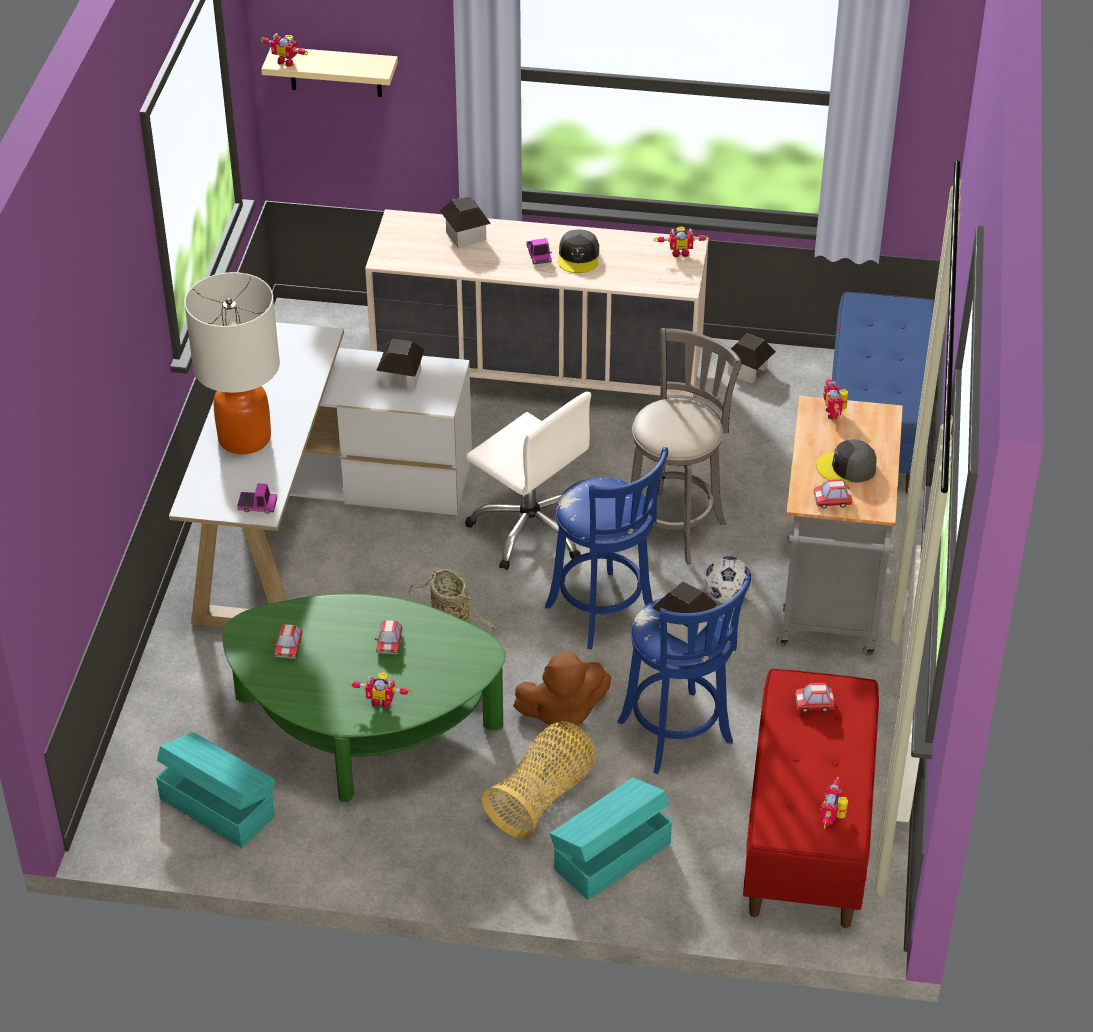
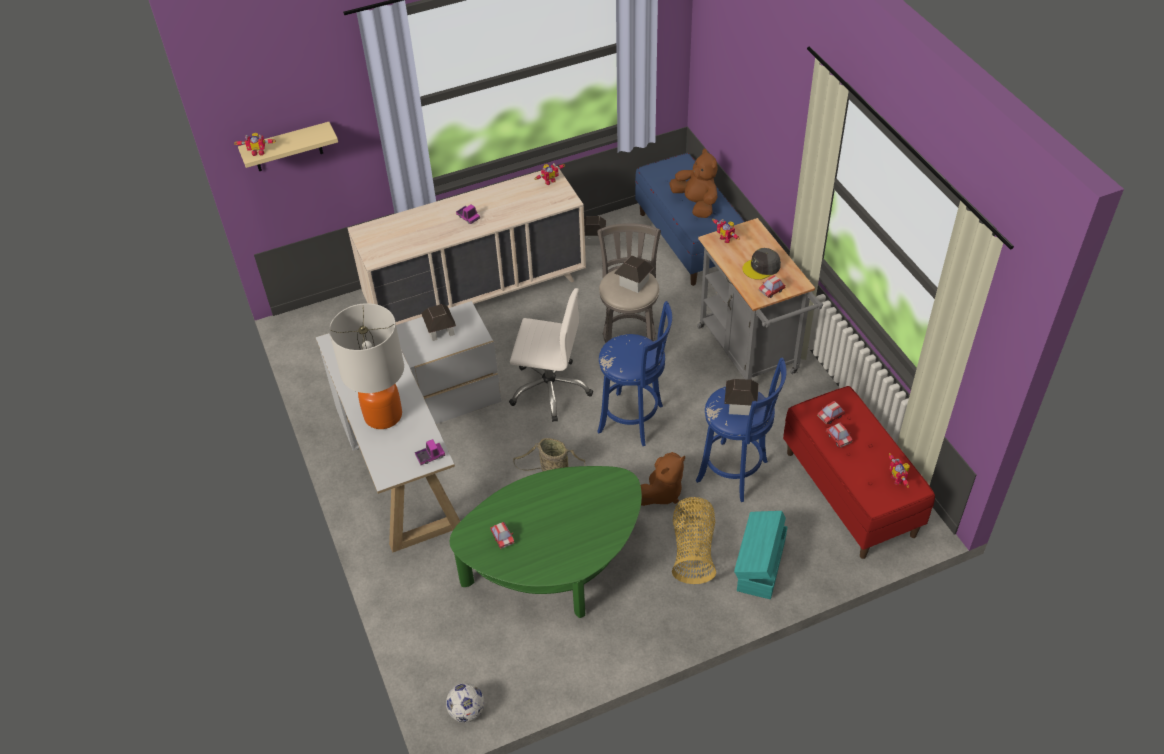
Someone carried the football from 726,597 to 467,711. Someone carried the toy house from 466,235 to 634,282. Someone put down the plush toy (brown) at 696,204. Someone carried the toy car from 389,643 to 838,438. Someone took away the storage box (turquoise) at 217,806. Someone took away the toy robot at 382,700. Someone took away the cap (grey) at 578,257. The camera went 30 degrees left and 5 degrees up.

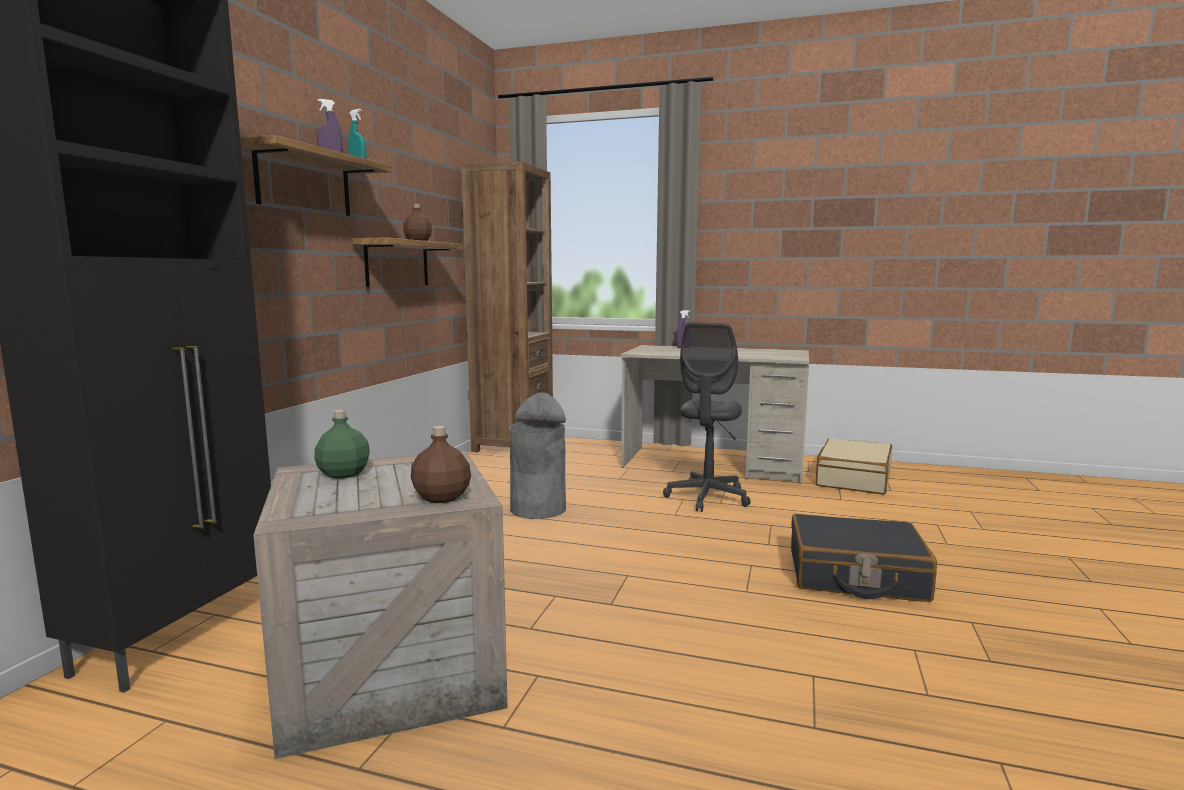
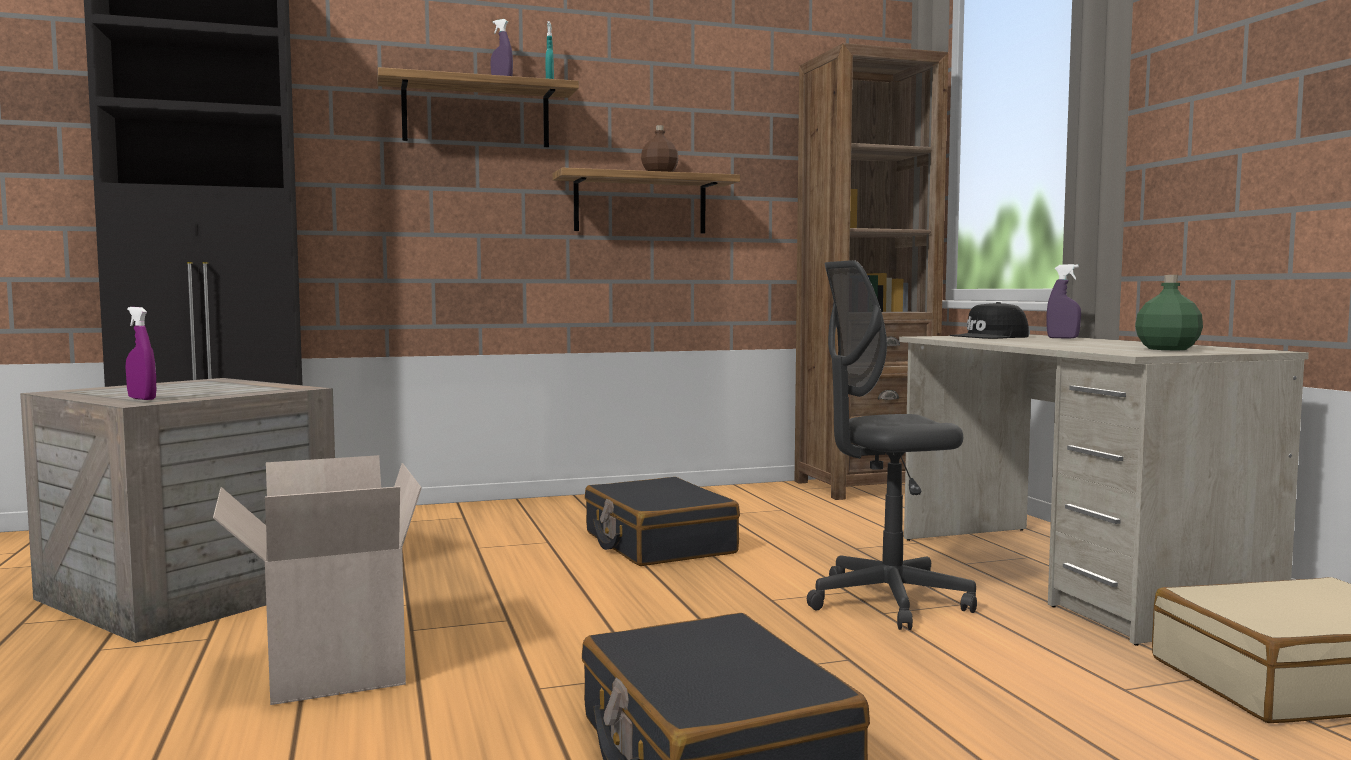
Someone swapped the bottle (brown) at 441,497 for the spray bottle (purple) at 142,399. Someone put down the cardboard box at 328,667. Someone swapped the trash can (grey) at 538,509 for the suitcase (black) at 658,543. Someone put down the cap (black) at 990,337. Someone carried the bottle (green) from 343,474 to 1166,349. The camera went 55 degrees right and 5 degrees down.

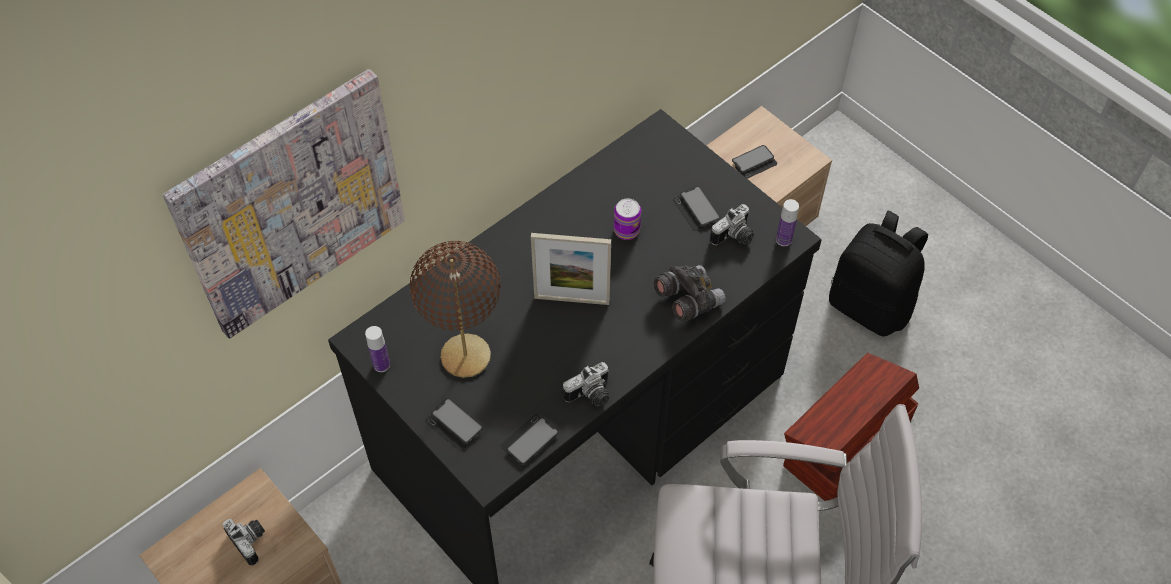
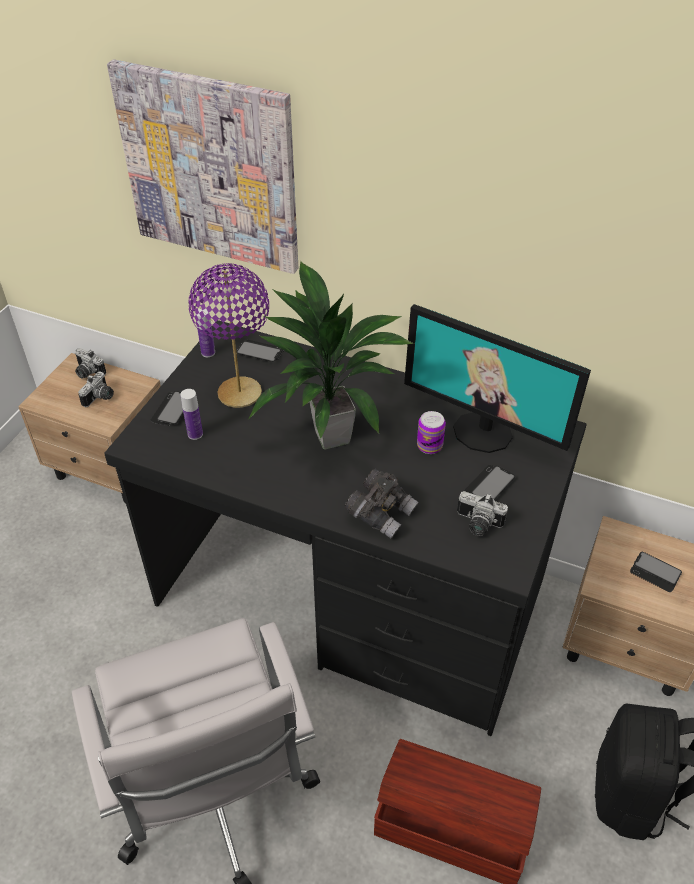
Someone carried the photo camera from 590,396 to 87,372. Someone carried the bottle from 783,240 to 195,434. Someone repainted the table lamp (brown) at 466,356, which became the table lamp (purple) at 240,394. Someone carried the phone from 529,440 to 260,352. Someone swapped the picture frame at 571,299 for the potted plant at 332,435. Someone put down the monitor at 483,431. The camera went 65 degrees right and 10 degrees down.

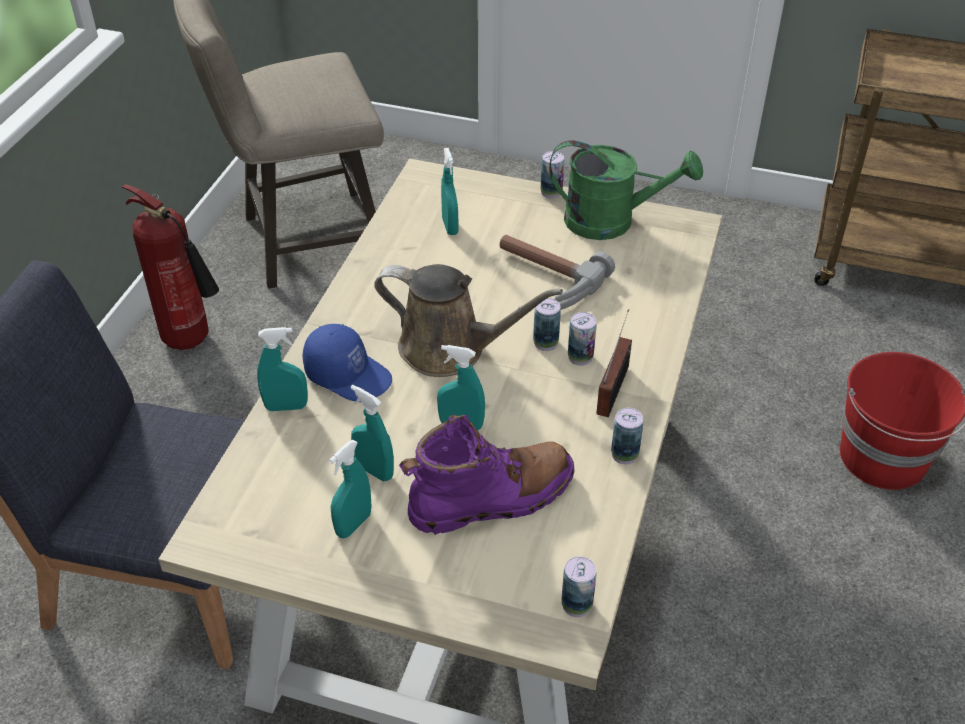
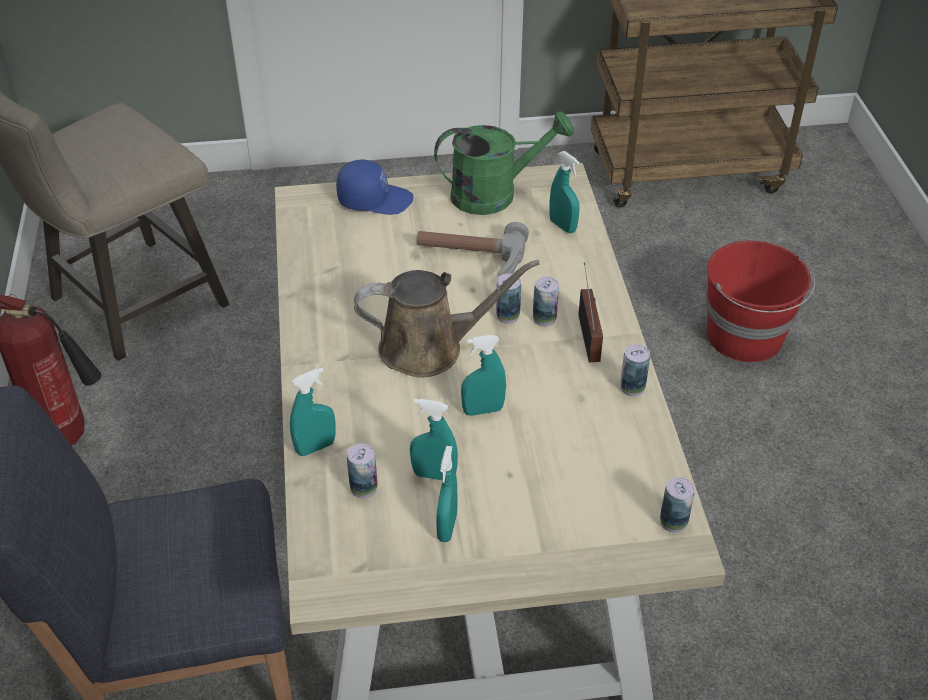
Someone carried the cap (blue) from 349,374 to 375,199. Someone carried the can from 551,192 to 363,488. Someone carried the spray bottle (turquoise) from 450,226 to 562,226. Someone took away the boot (purple) at 492,499. The camera went 25 degrees left and 0 degrees up.

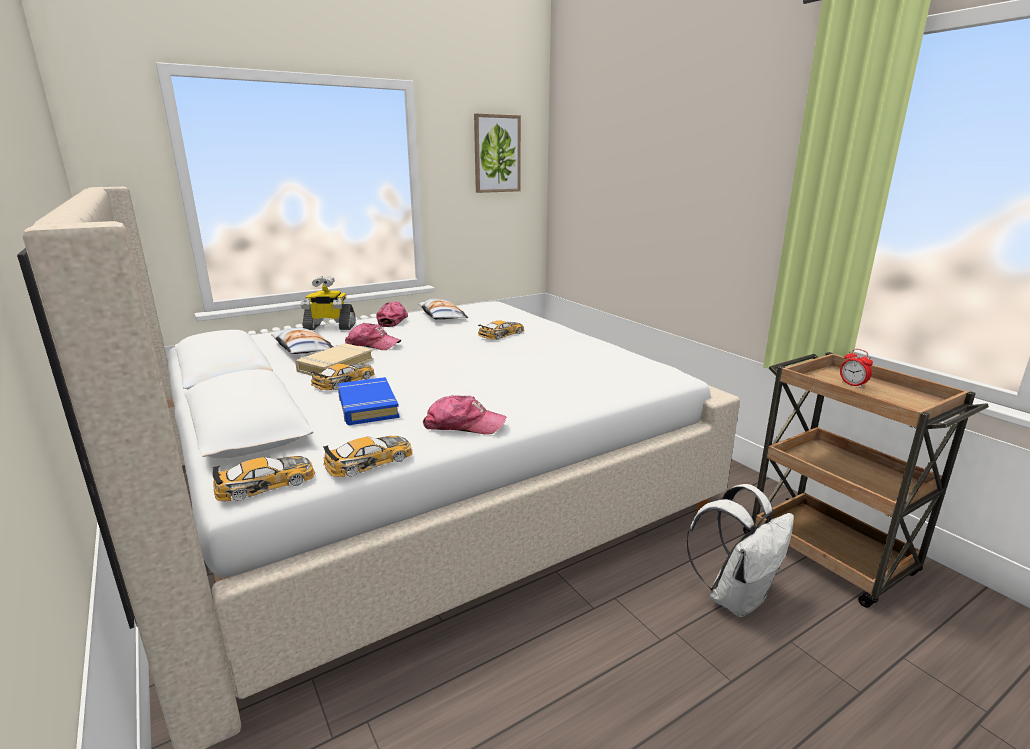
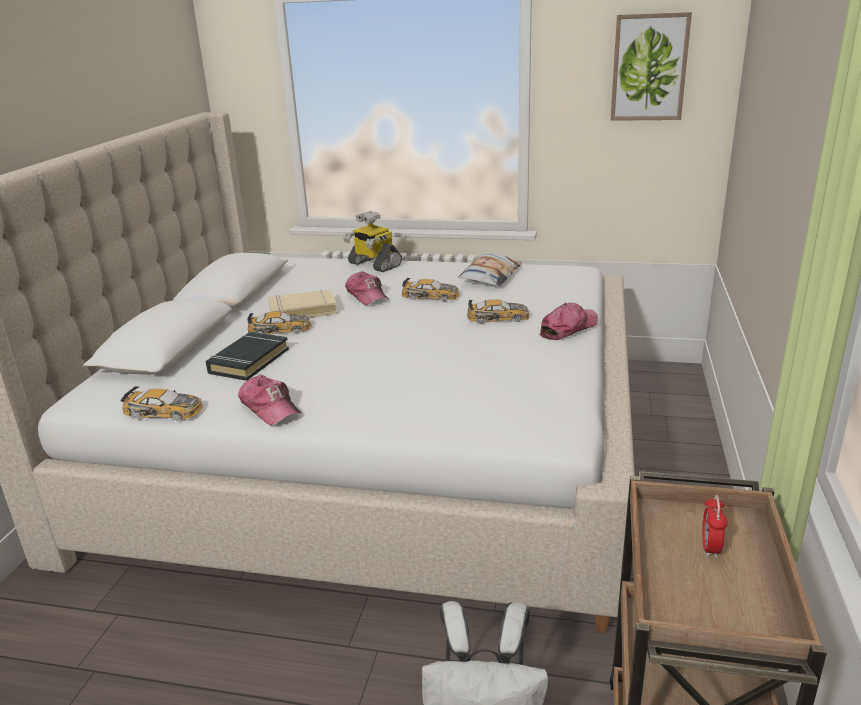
Someone repainted the book (blue) at 367,406, which became the book (black) at 248,361. Someone carried the toy car from 266,484 to 431,296. Someone carried the cap from 393,320 to 568,328. Someone took away the pillow at 302,348. The camera went 45 degrees right and 5 degrees up.

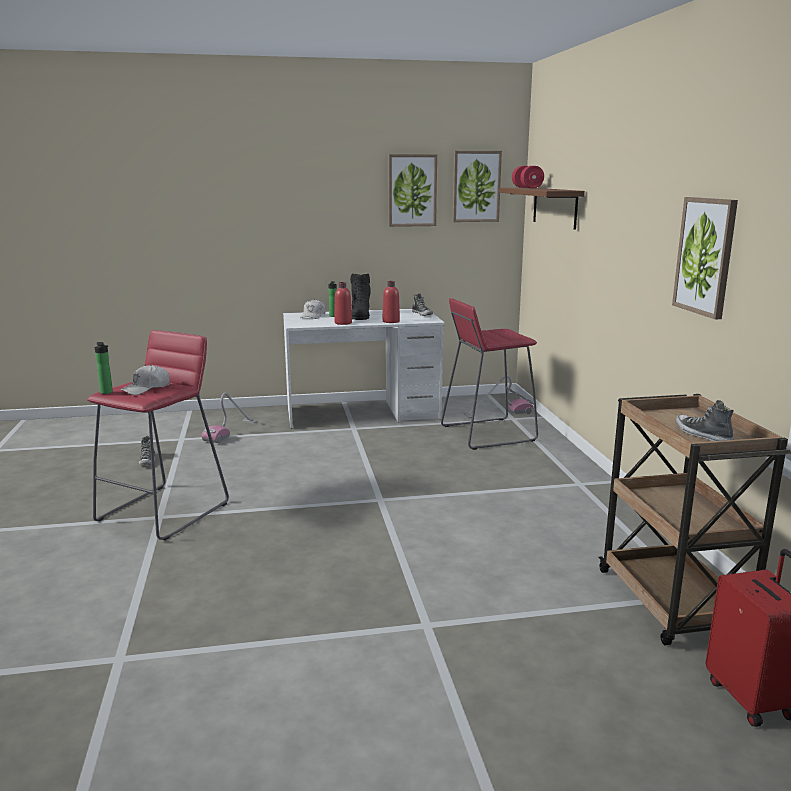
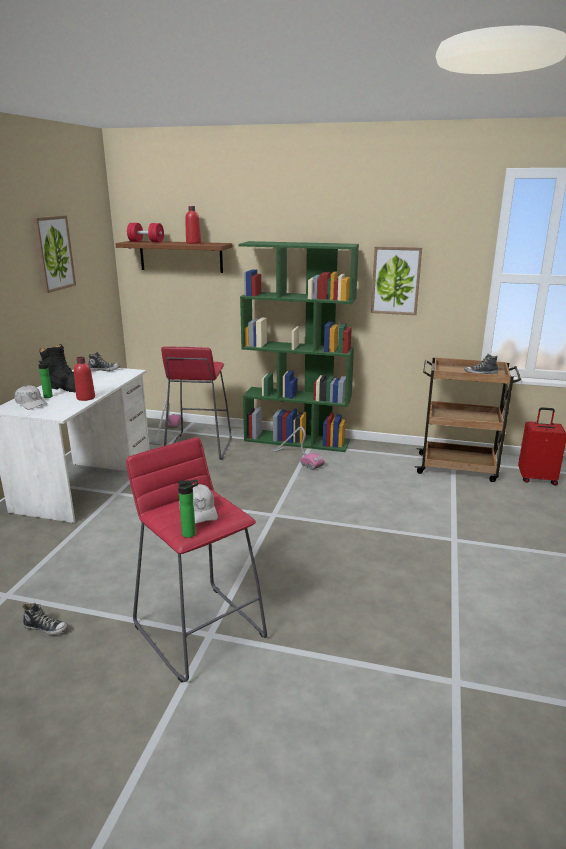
Someone carried the bottle (red) from 391,321 to 193,243. Someone put down the bookcase (green) at 297,440. Someone carried the vacuum cleaner from 231,431 to 296,458. Someone took away the picture at 476,186. The camera went 65 degrees left and 5 degrees up.

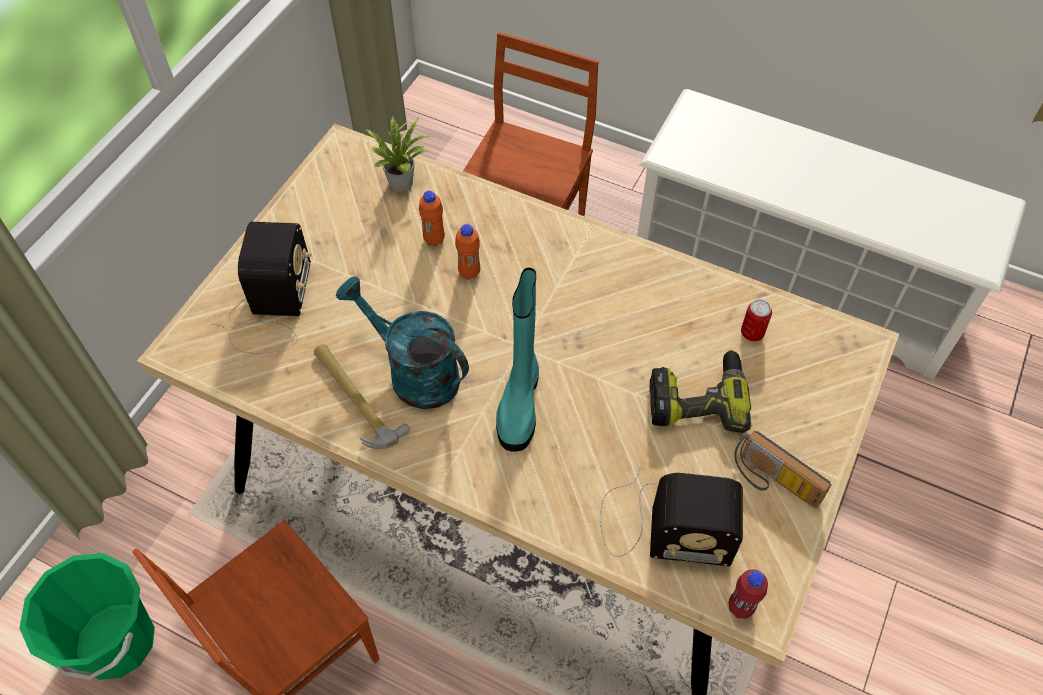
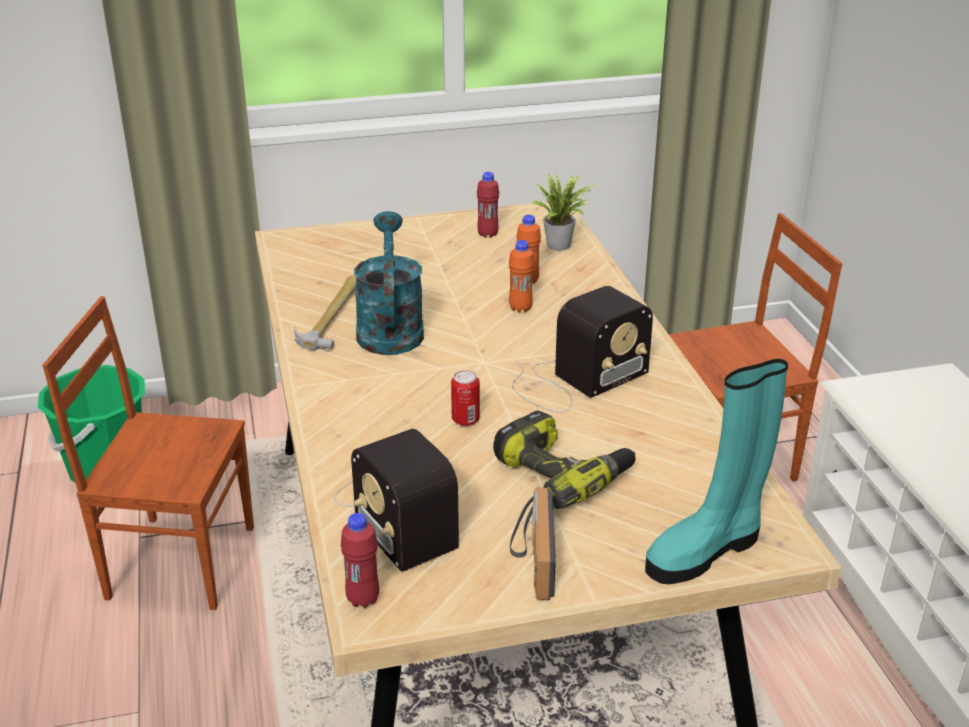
Someone carried the can from 752,333 to 465,420. Someone put down the bottle (red) at 487,234. Someone carried the radio from 271,308 to 575,380. Someone carried the boot (turquoise) from 520,403 to 706,551. The camera went 50 degrees right and 25 degrees down.

